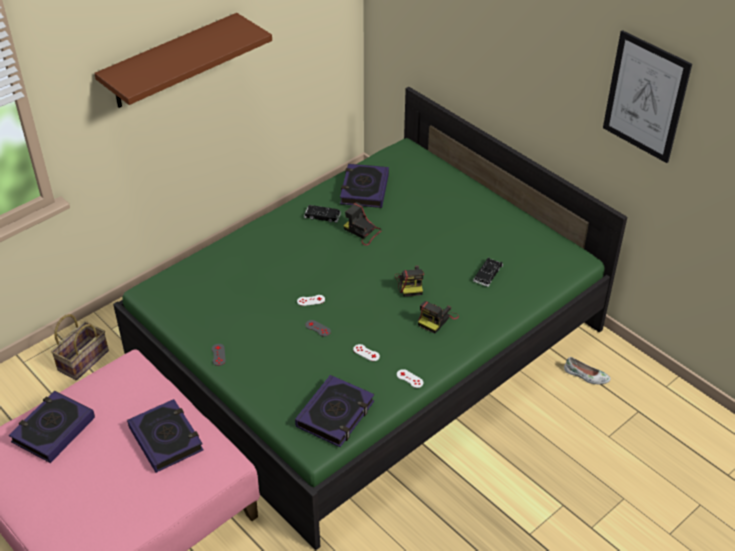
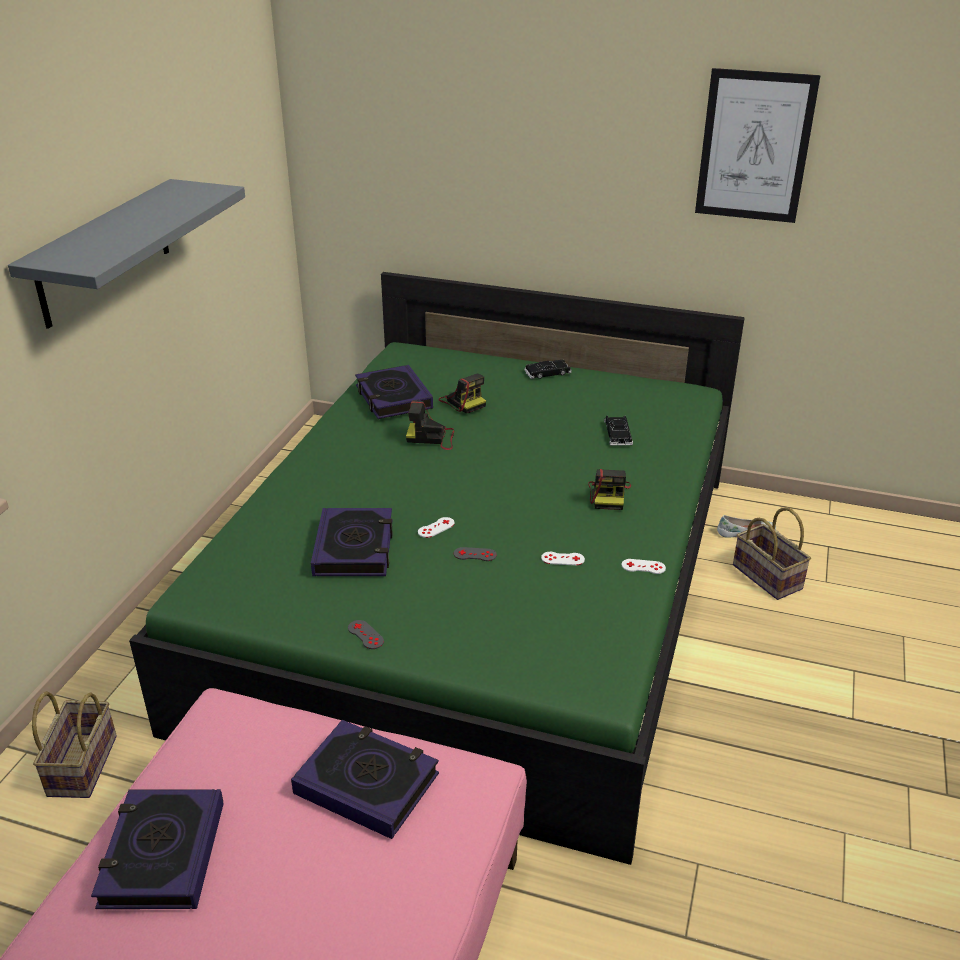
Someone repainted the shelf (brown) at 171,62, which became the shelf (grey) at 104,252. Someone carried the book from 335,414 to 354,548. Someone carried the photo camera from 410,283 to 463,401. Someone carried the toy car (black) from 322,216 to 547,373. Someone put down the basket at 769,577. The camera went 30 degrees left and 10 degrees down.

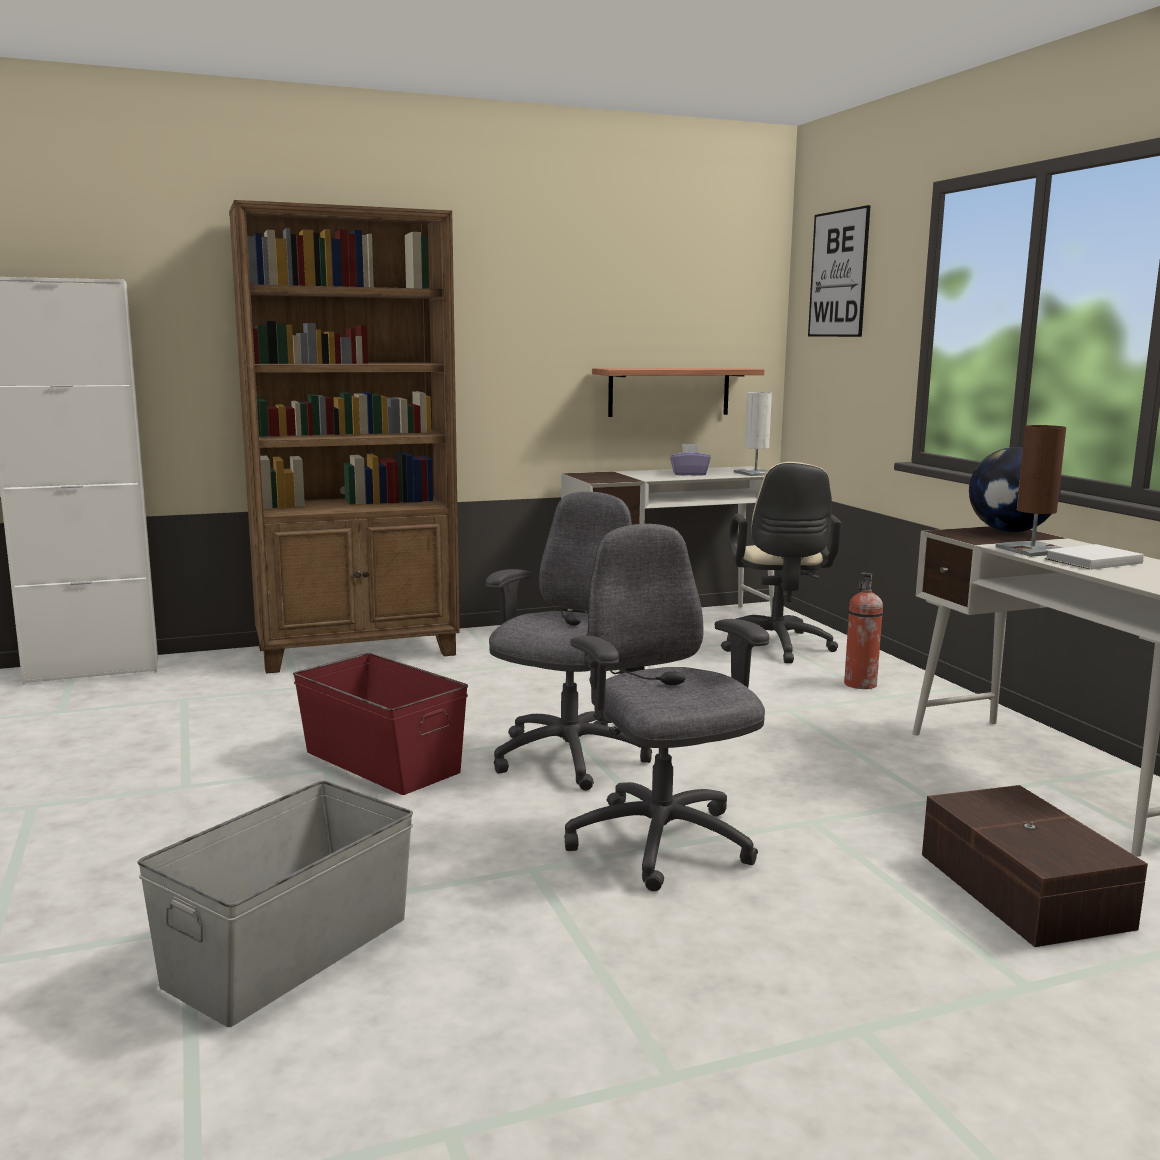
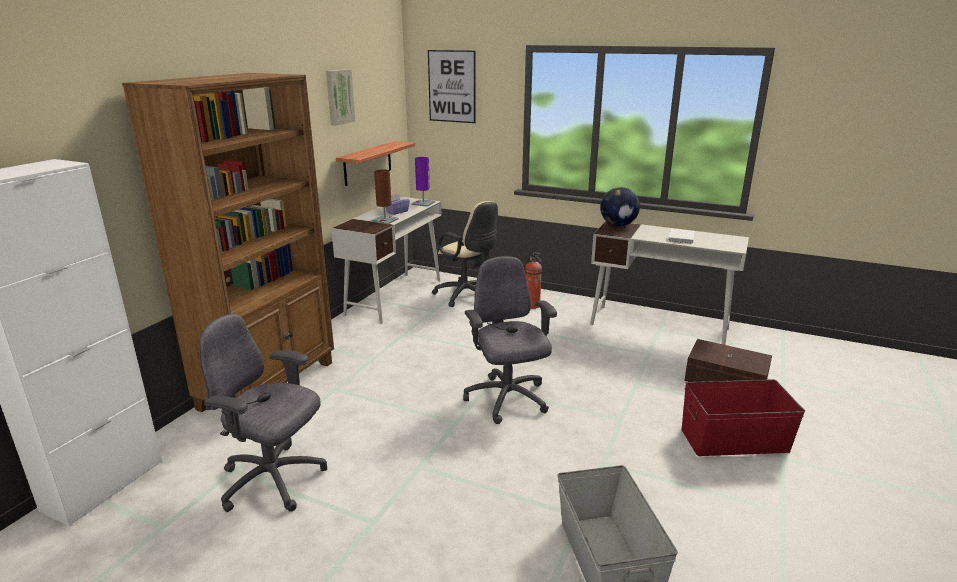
Someone carried the office chair (grey) from 661,844 to 273,481. Someone put up the picture at 339,97. Someone carried the table lamp (brown) from 1032,550 to 385,220. Someone repainted the table lamp (white) at 755,473, which became the table lamp (purple) at 423,203. Someone carried the storage box (red) from 381,762 to 735,441. The camera went 45 degrees left and 10 degrees up.

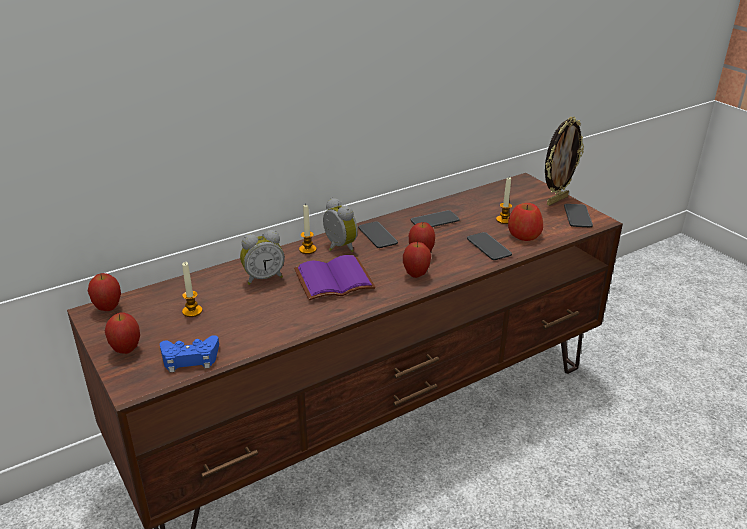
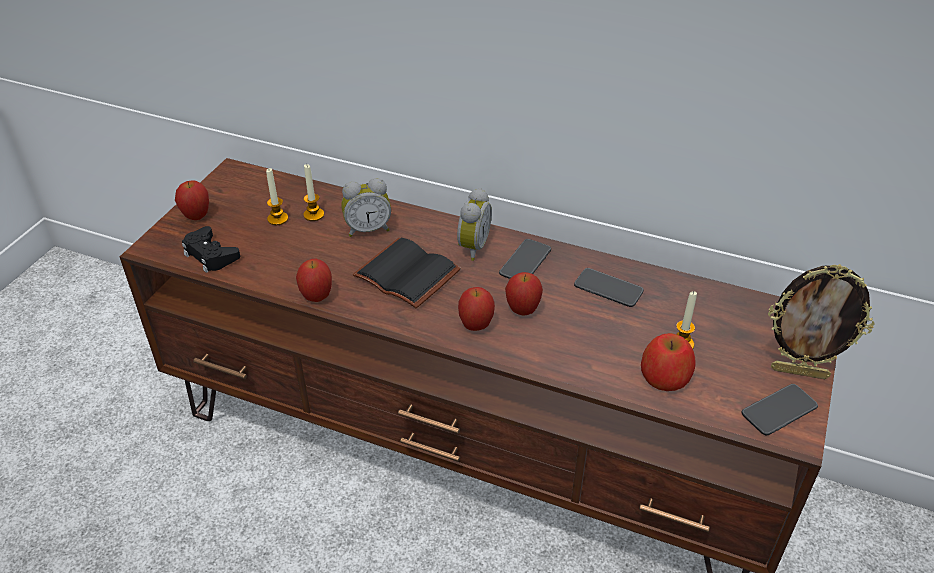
Someone repainted the game controller (blue) at 190,358, which became the game controller (black) at 210,255. Someone carried the apple from 108,308 to 317,297. Someone carried the candle from 307,249 to 313,215. Someone rotated the alarm clock at 263,278 by 45 degrees counterclockwise. Someone repainted the book (purple) at 334,279, which became the book (black) at 409,273. Someone took away the phone at 488,247. The camera went 55 degrees right and 10 degrees up.

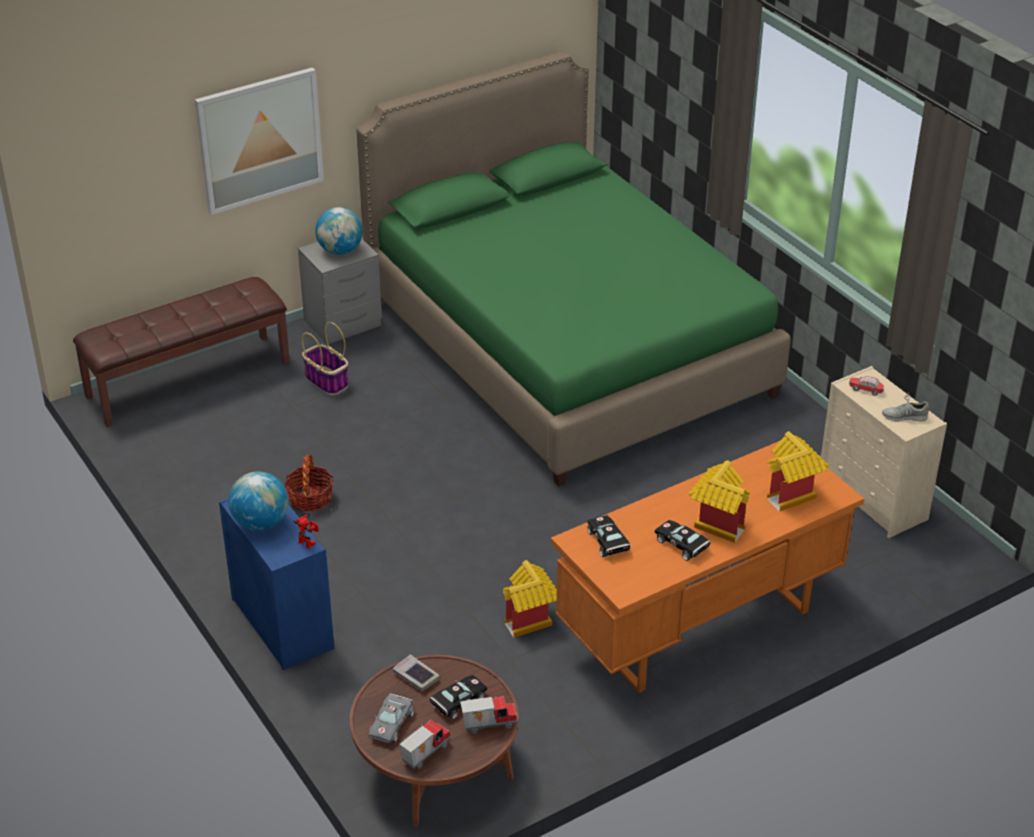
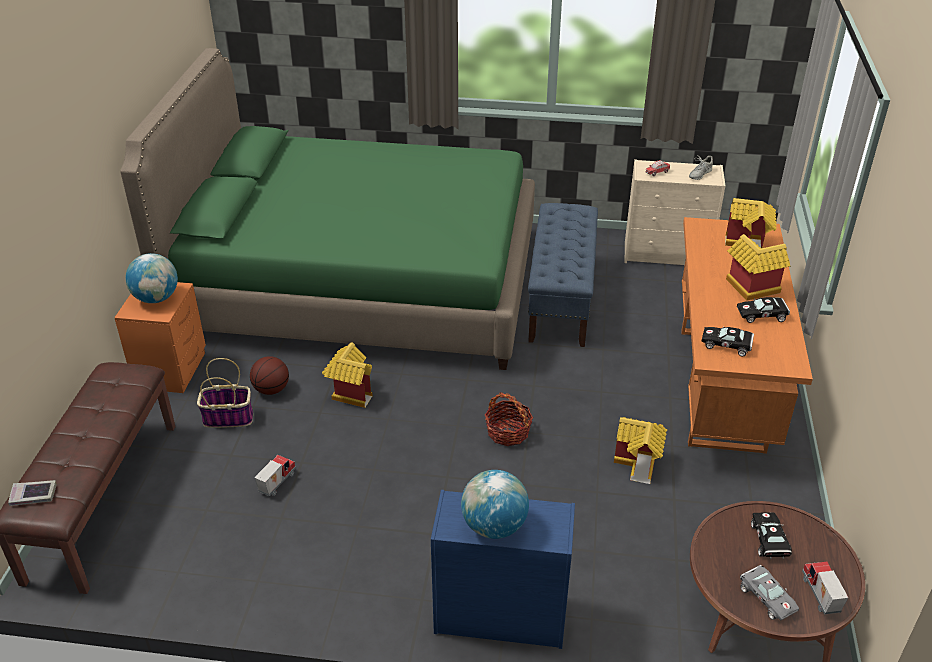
Someone carried the book from 416,676 to 33,495. Someone repainted the nightstand (grey) at 344,323, which became the nightstand (orange) at 172,369. Someone put down the basketball at 271,389. Someone carried the toy truck from 488,723 to 276,483. Someone put down the toy house at 349,393. Someone carried the basket from 310,498 to 508,432. Someone put down the bench (blue) at 560,299. Someone took away the picture at 260,140. Someone took away the toy robot at 309,542. The camera went 50 degrees left and 0 degrees up.

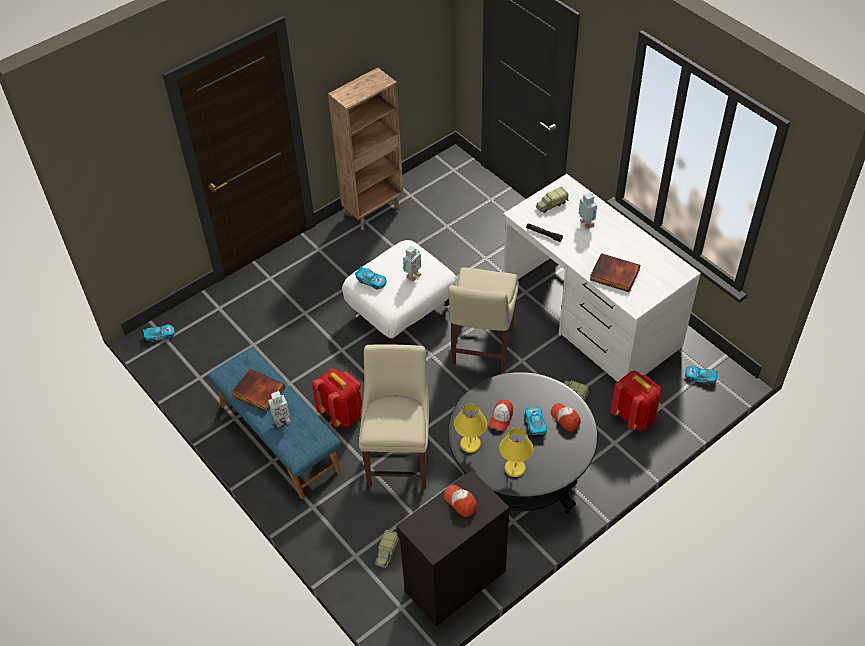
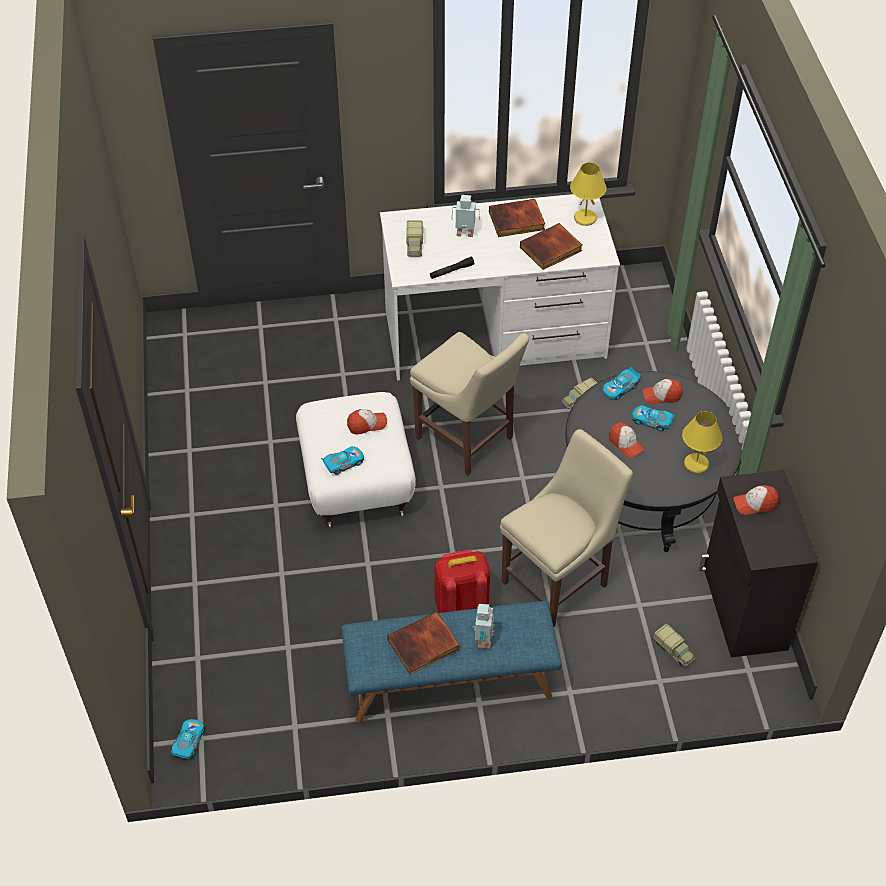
Someone swapped the toy robot at 412,276 for the cap at 367,424. Someone put down the book at 516,221. Someone rotated the chair (beige) at 399,457 by 105 degrees clockwise. Someone carried the table lamp (yellow) from 470,444 to 584,219. Someone carried the toy car from 700,377 to 620,388. Someone took away the bookcase (brown) at 374,210. Someone took away the backpack (red) at 634,417. The camera went 60 degrees left and 0 degrees up.

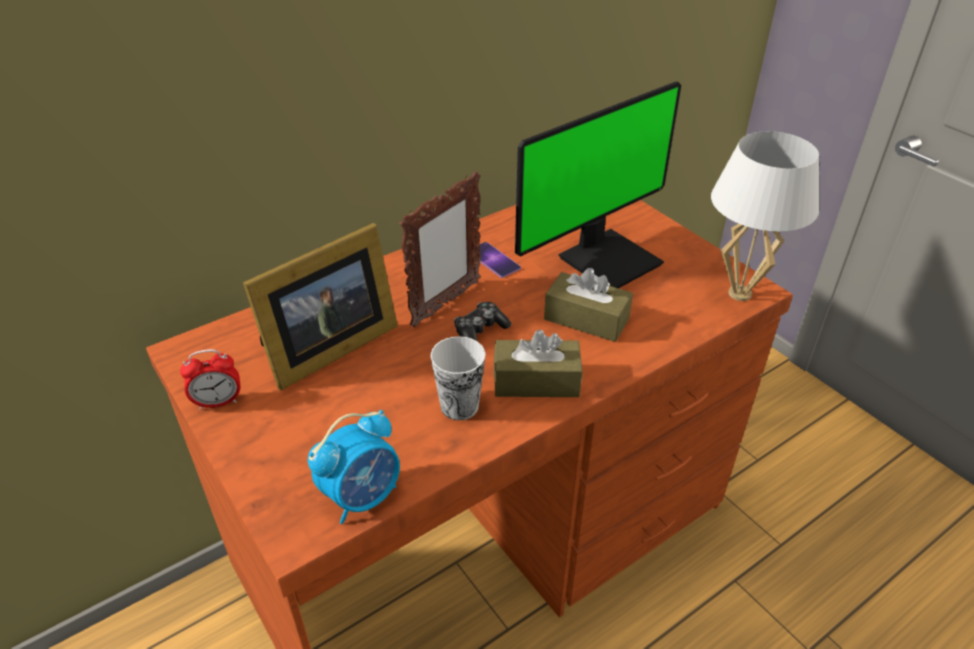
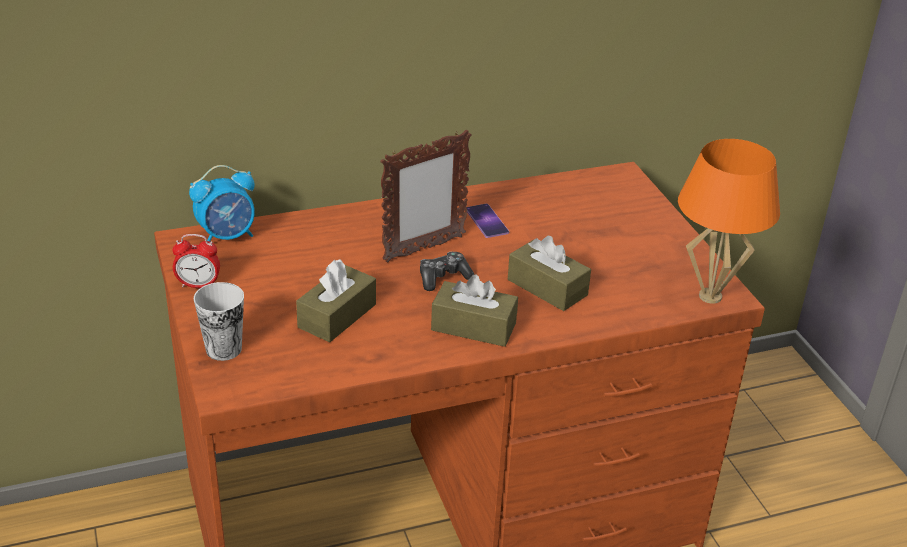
Someone carried the alarm clock from 362,496 to 227,236. Someone carried the cup from 459,406 to 223,349. Someone put down the tissue box (brown) at 337,316. Someone repainted the table lamp (white) at 739,293, which became the table lamp (orange) at 710,296. Someone took away the picture frame at 326,349. Someone took away the monitor at 607,258. The camera went 15 degrees right and 5 degrees down.

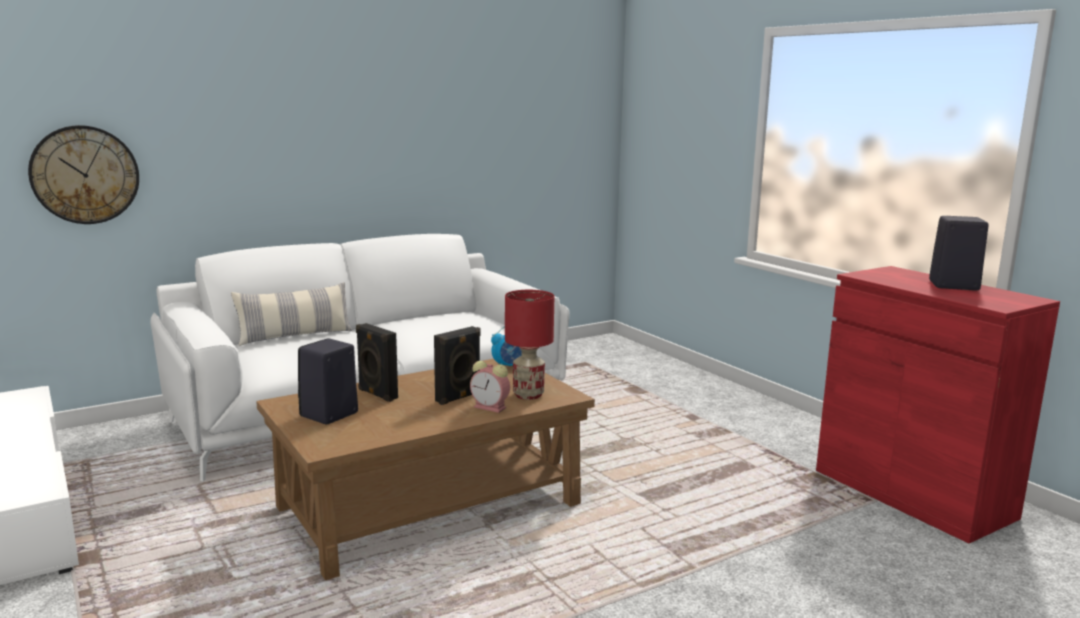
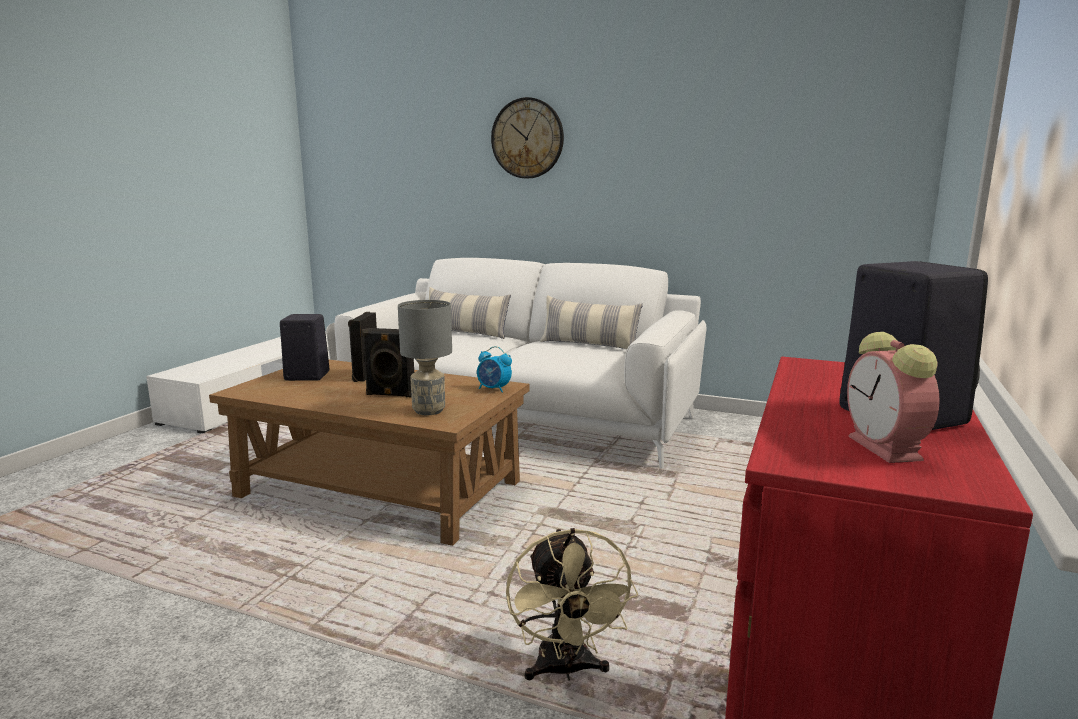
Someone repainted the table lamp (red) at 528,395, which became the table lamp (grey) at 429,411. Someone carried the wall clock from 85,175 to 527,138. Someone put down the fan (beige) at 566,670. Someone put down the pillow at 589,345. Someone carried the alarm clock from 491,407 to 887,449. The camera went 55 degrees right and 0 degrees up.

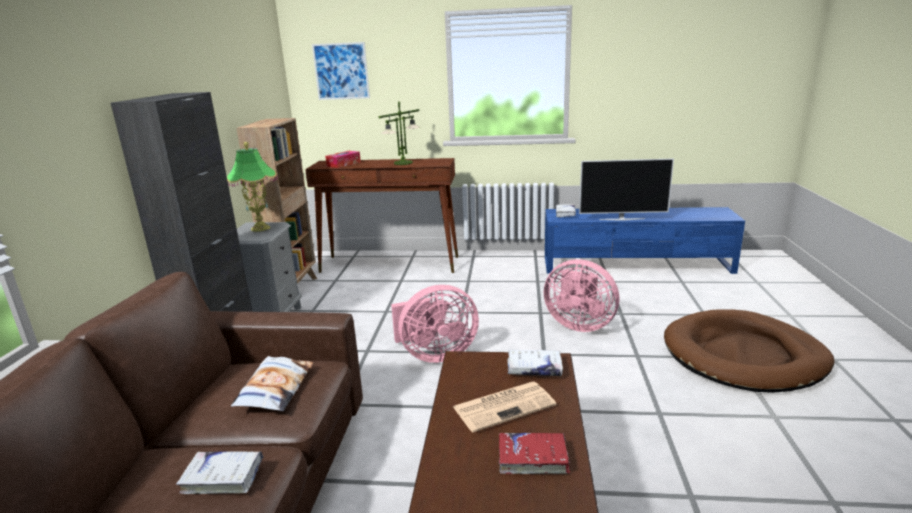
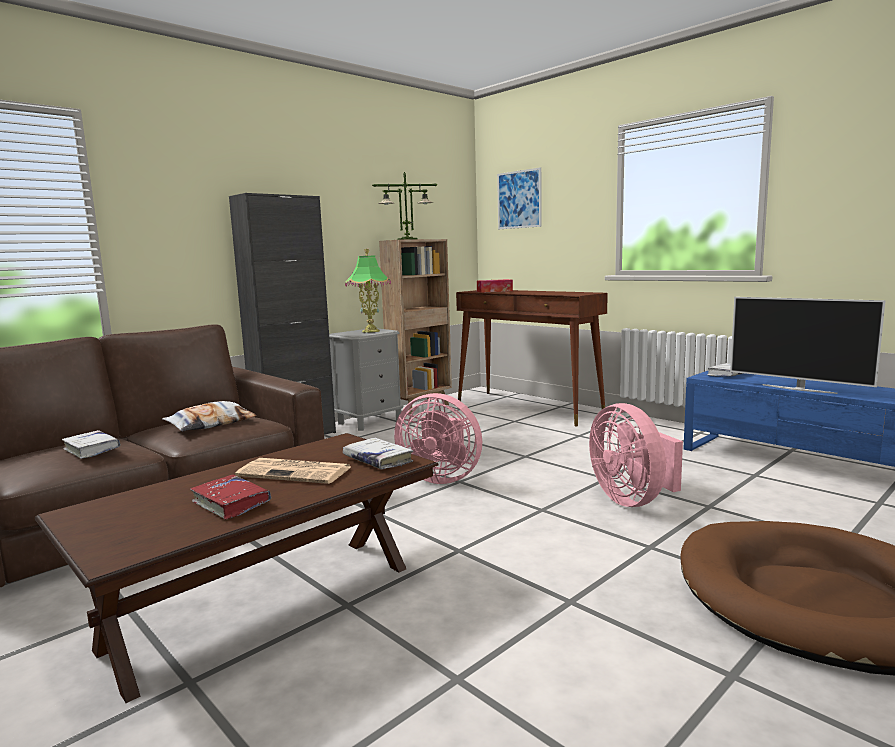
Someone carried the table lamp from 403,163 to 407,239. The camera went 40 degrees right and 10 degrees down.

